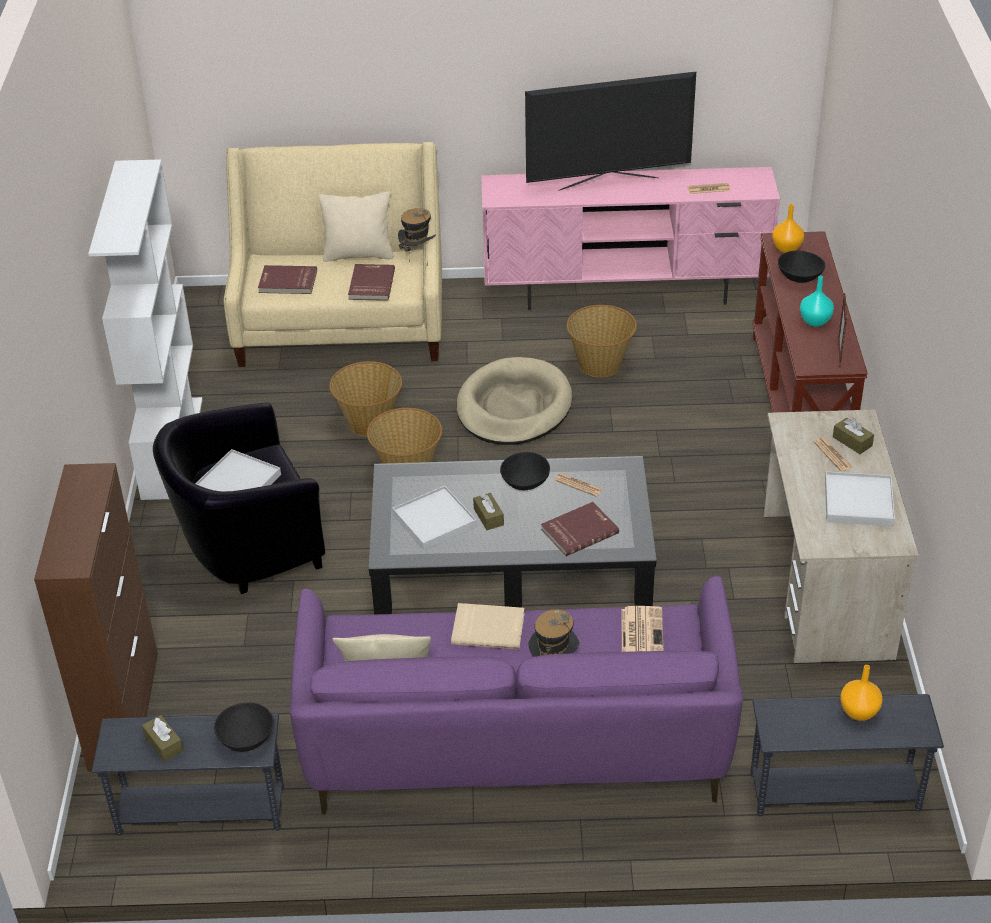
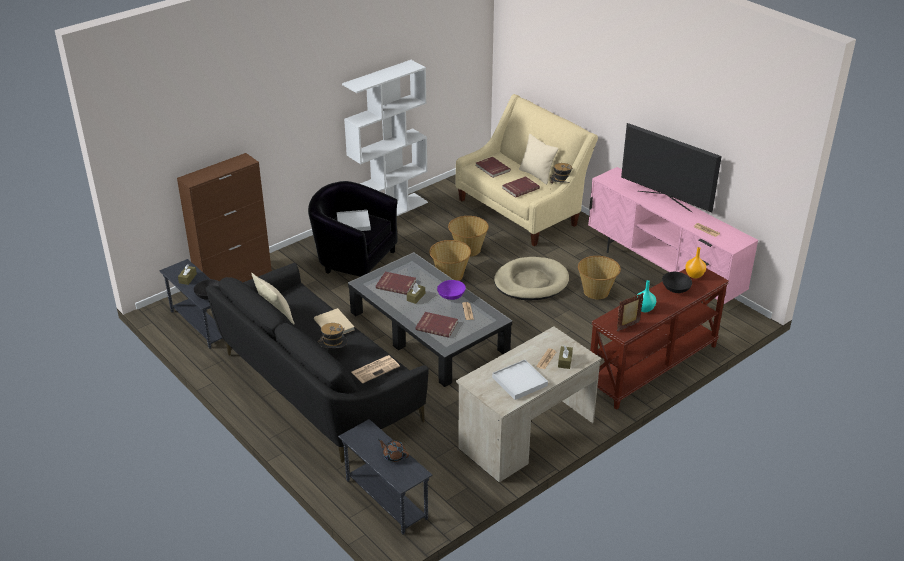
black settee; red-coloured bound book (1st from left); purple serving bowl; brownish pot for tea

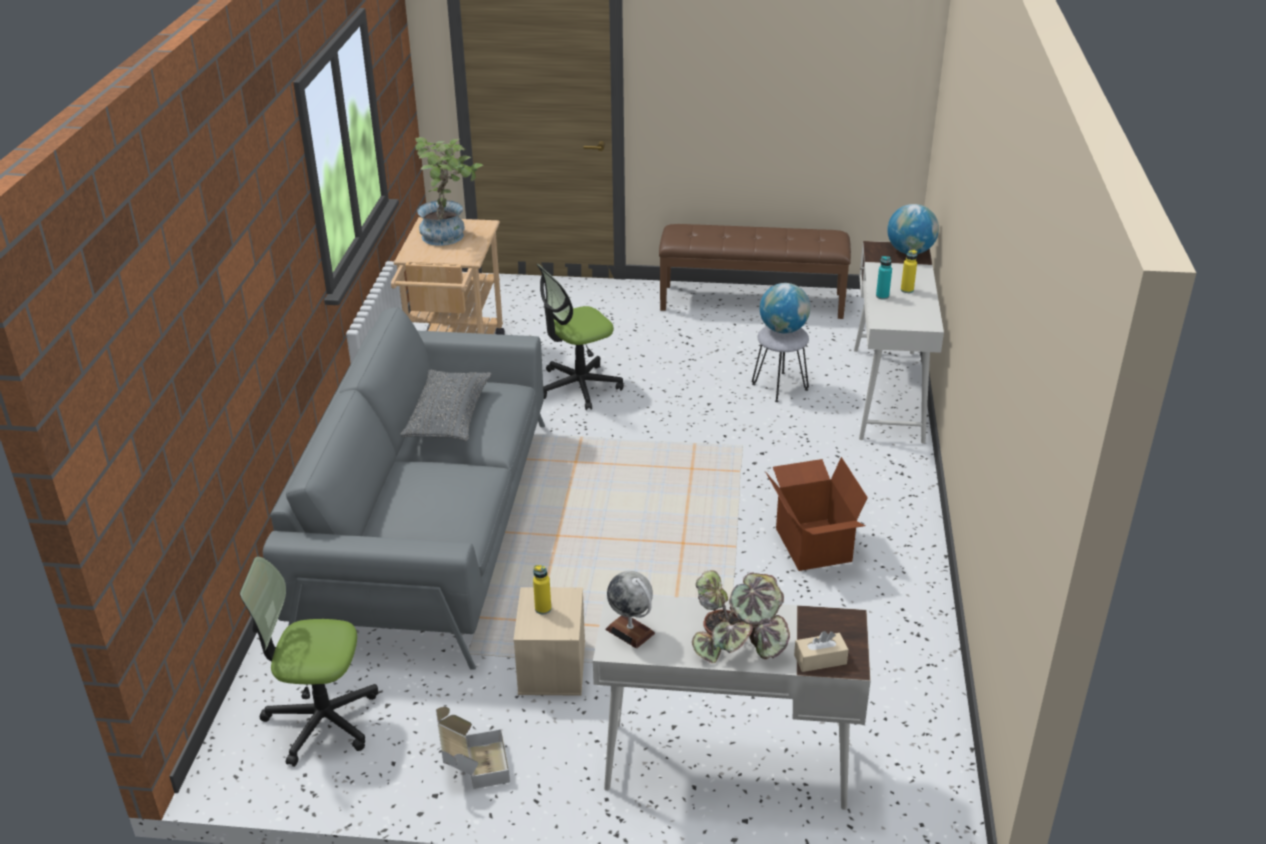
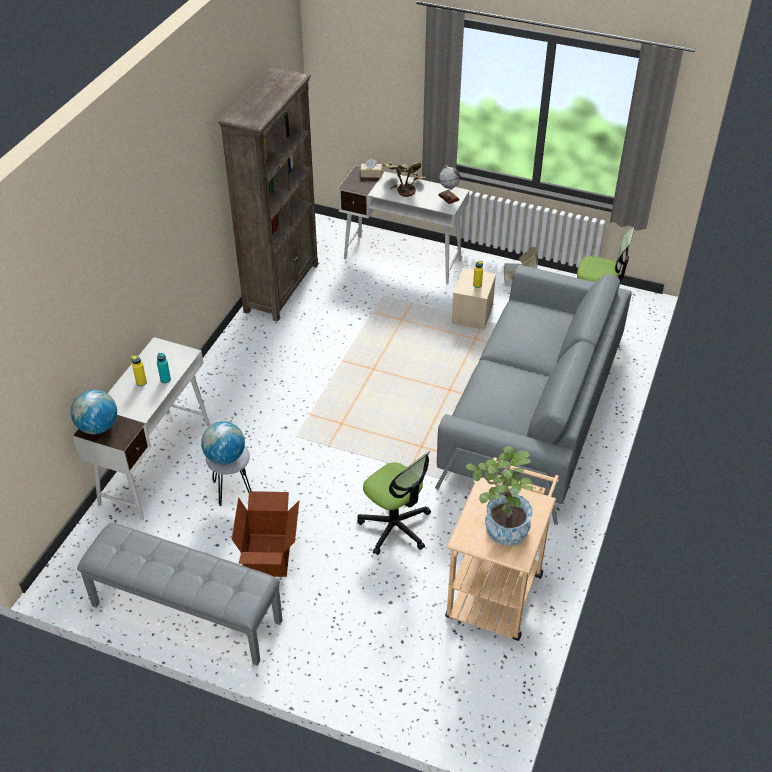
greyish throw pillow; desk chair (1st from left); greyish long seat; packing box (1st from left); brownish shelving unit

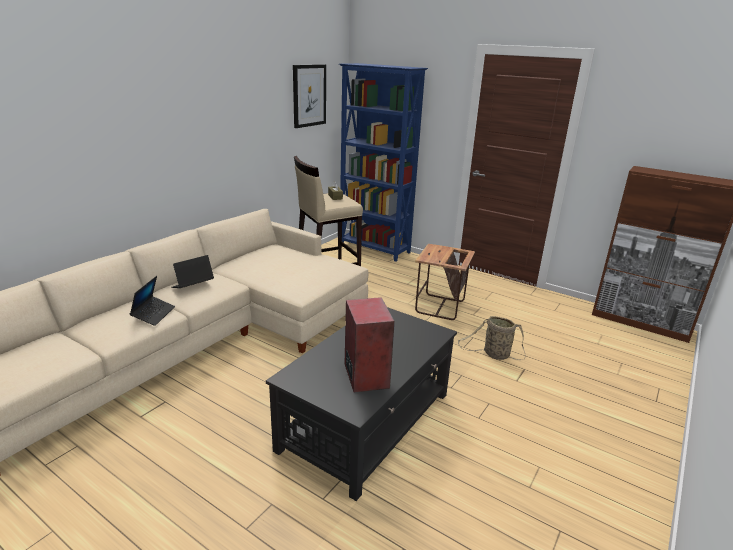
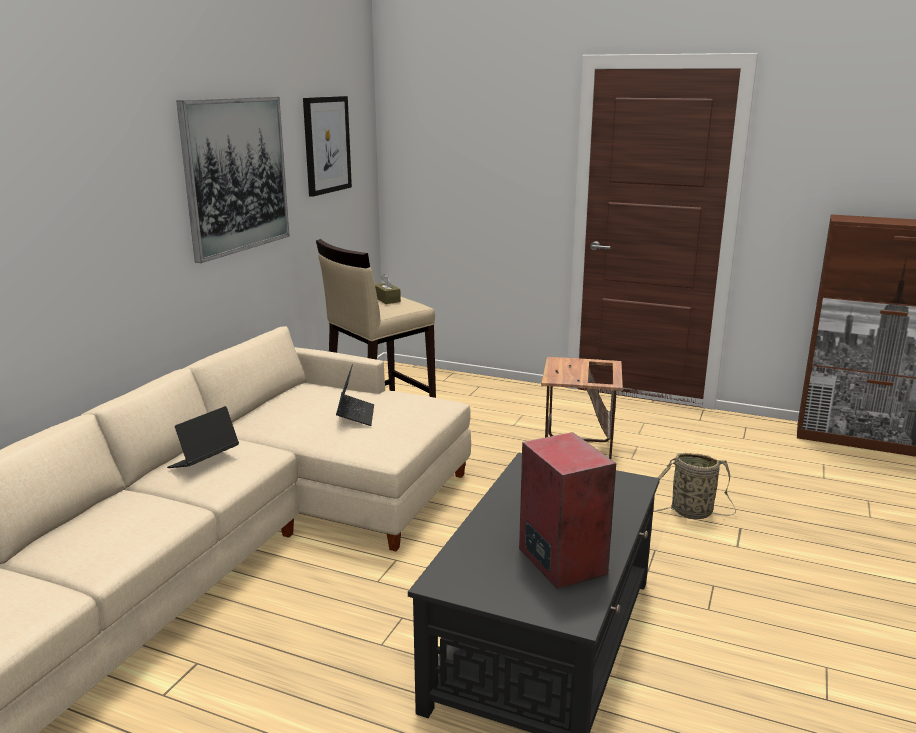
portable computer (2nd from left); blue shelving unit; wall art (1st from left)

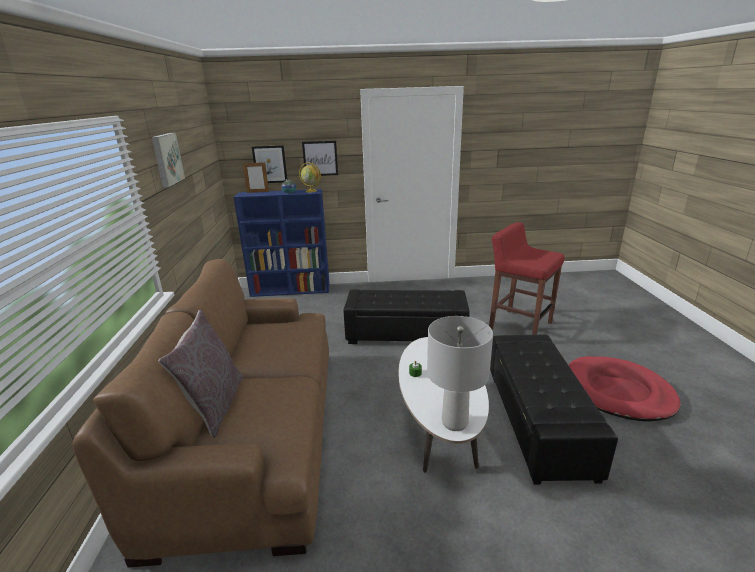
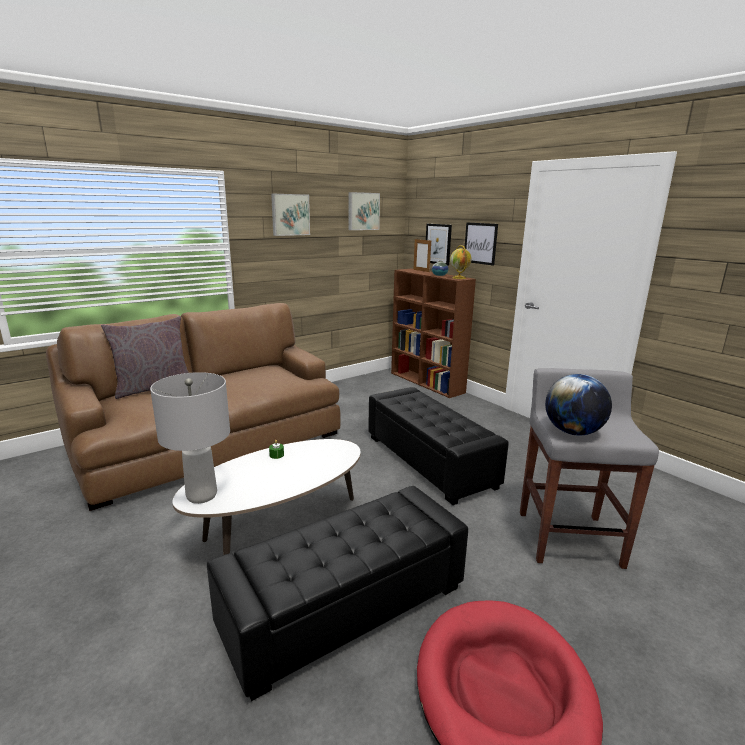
brownish shelving unit; greyish sitting stool; wall art (2nd from left); desk globe (2nd from left)

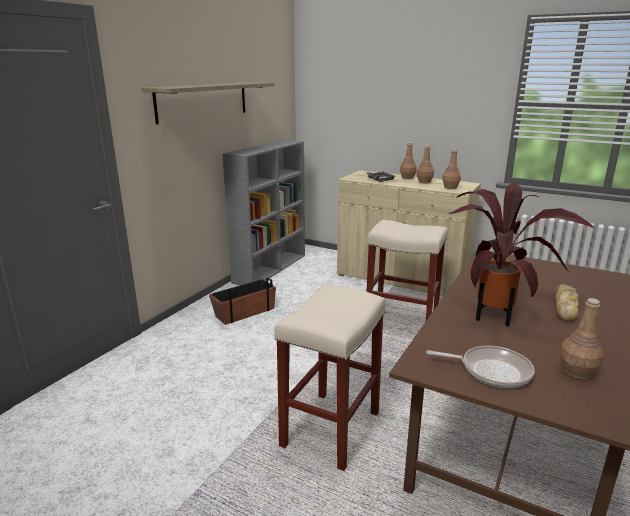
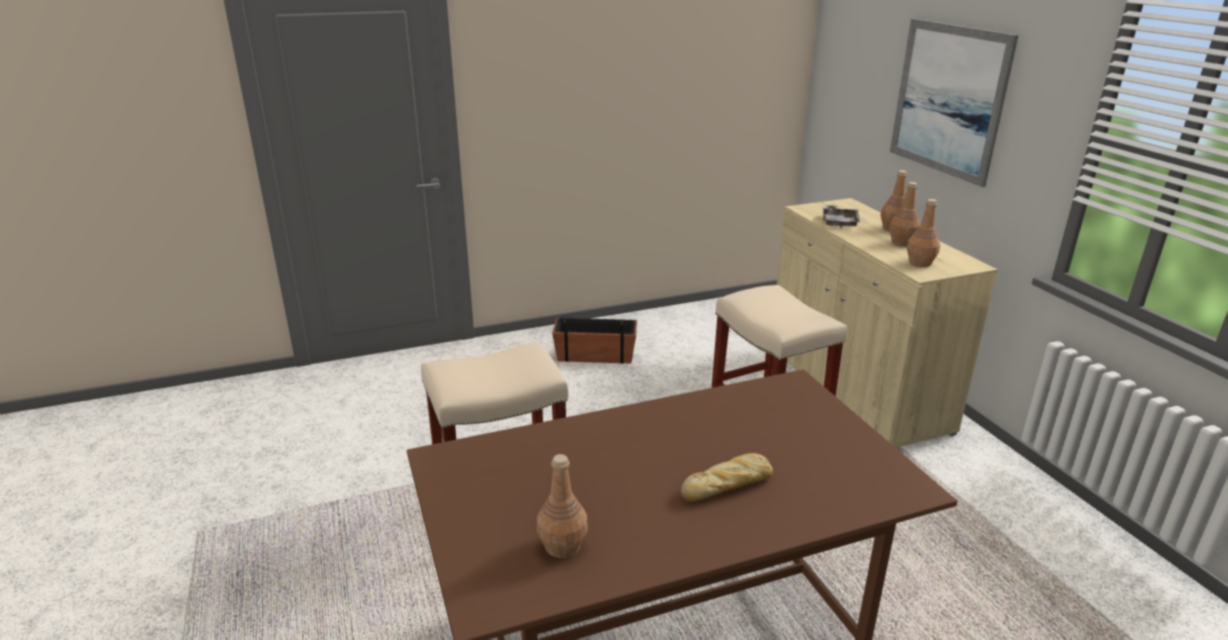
bracket shelf; greyish shelving unit; skillet; houseplant; wall art

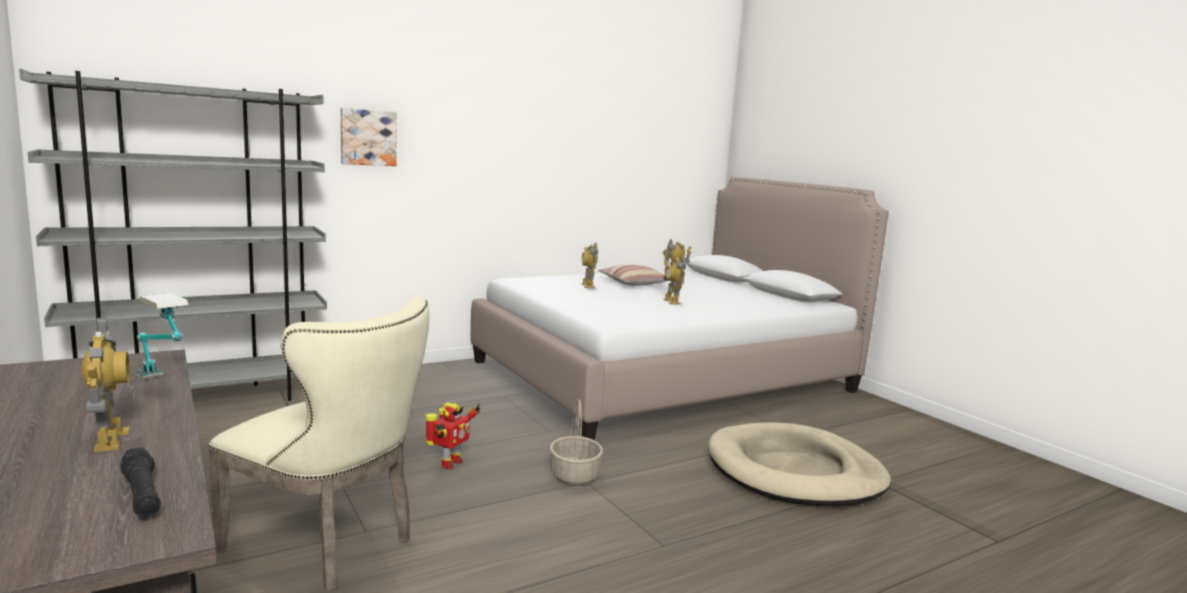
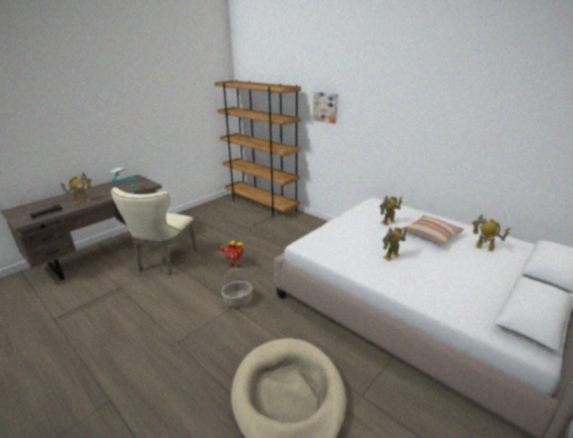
brownish shelving unit

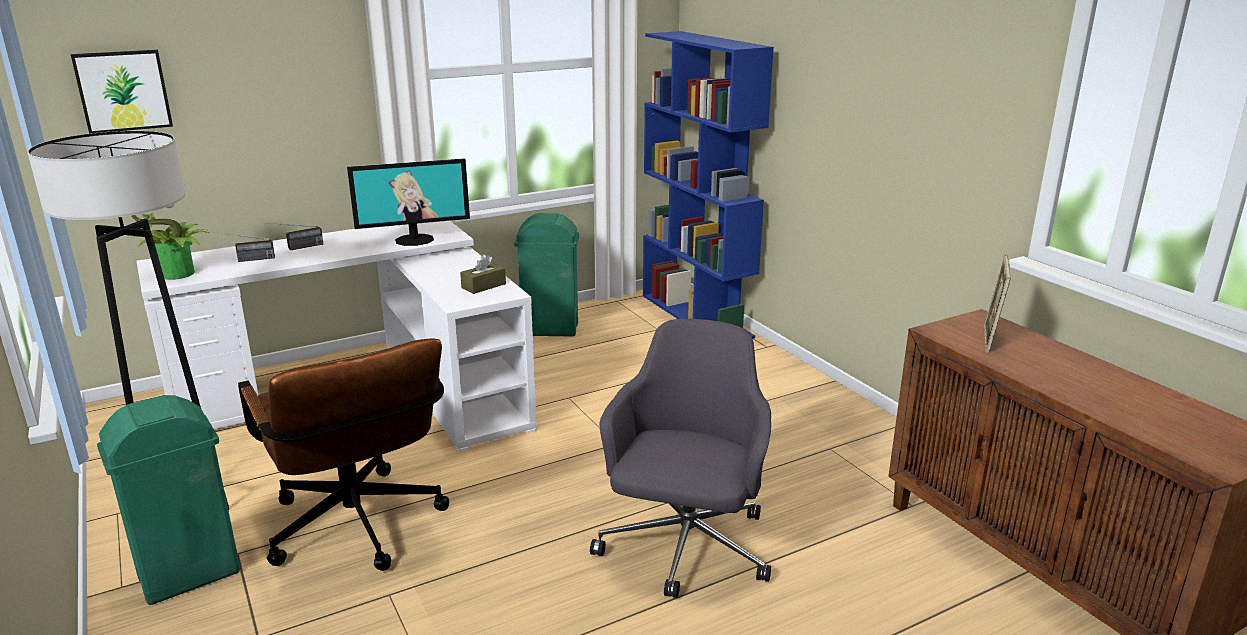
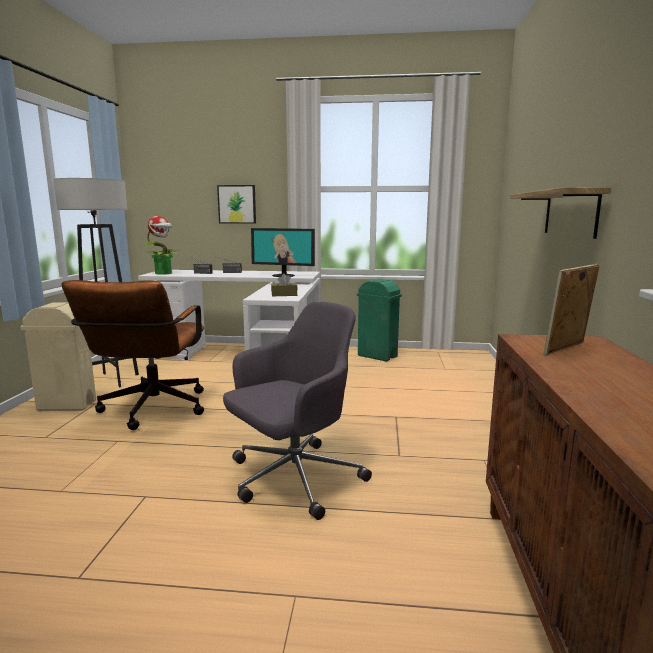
wall art; beige trash can; blue shelving unit; bracket shelf

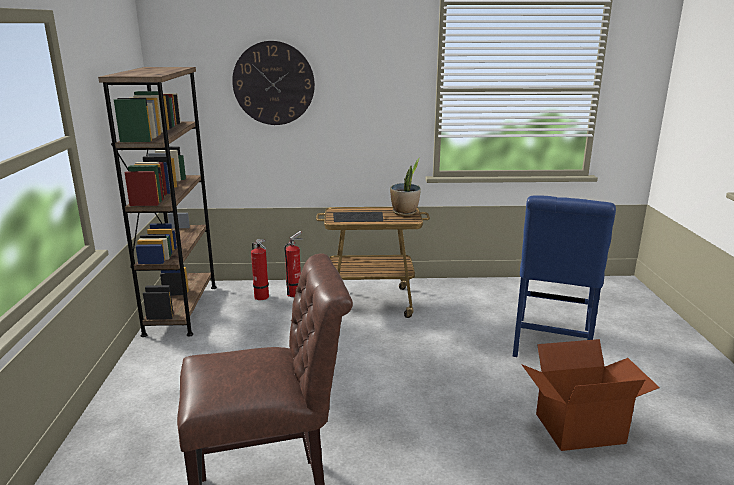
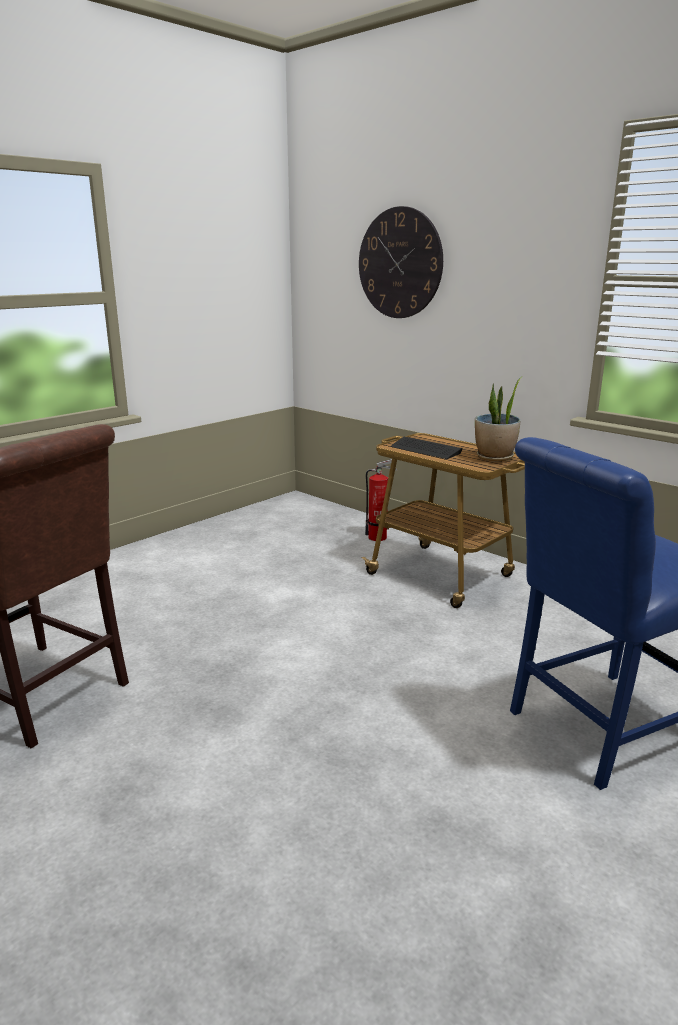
brownish shelving unit; fire extinguisher (1st from left in the first image); packing box

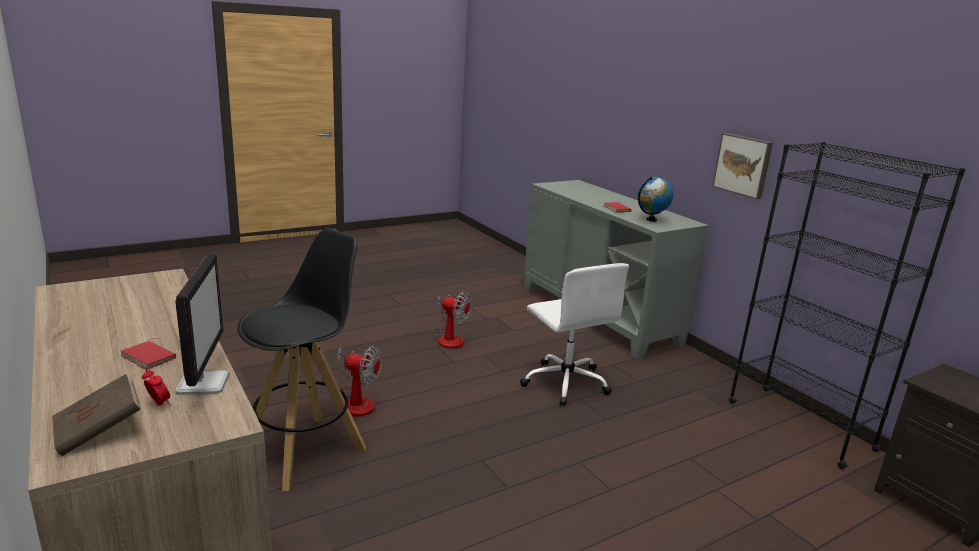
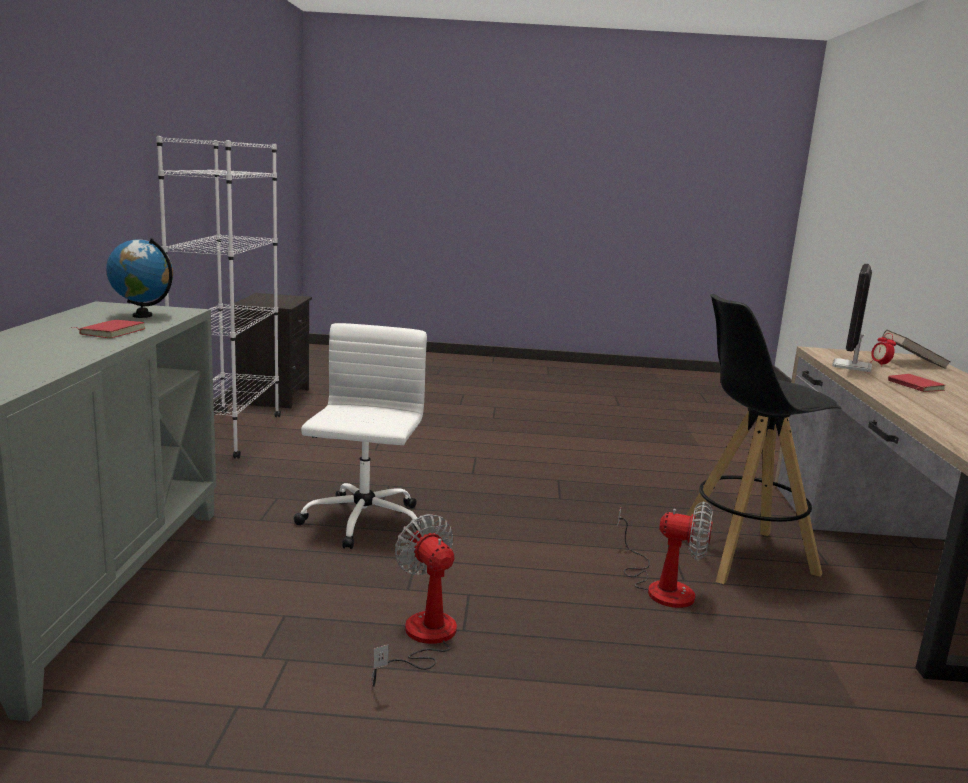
cooling fan (2nd from left); wall art; white-coloured shelving unit

